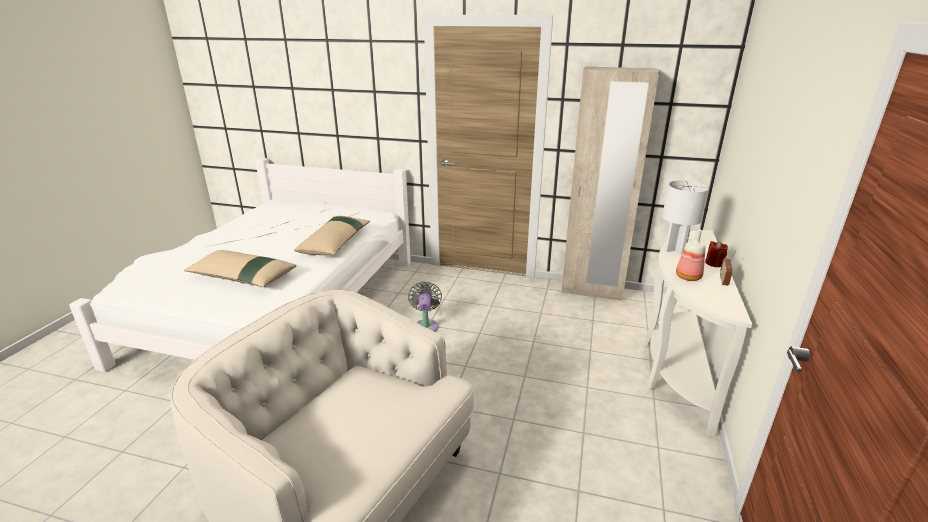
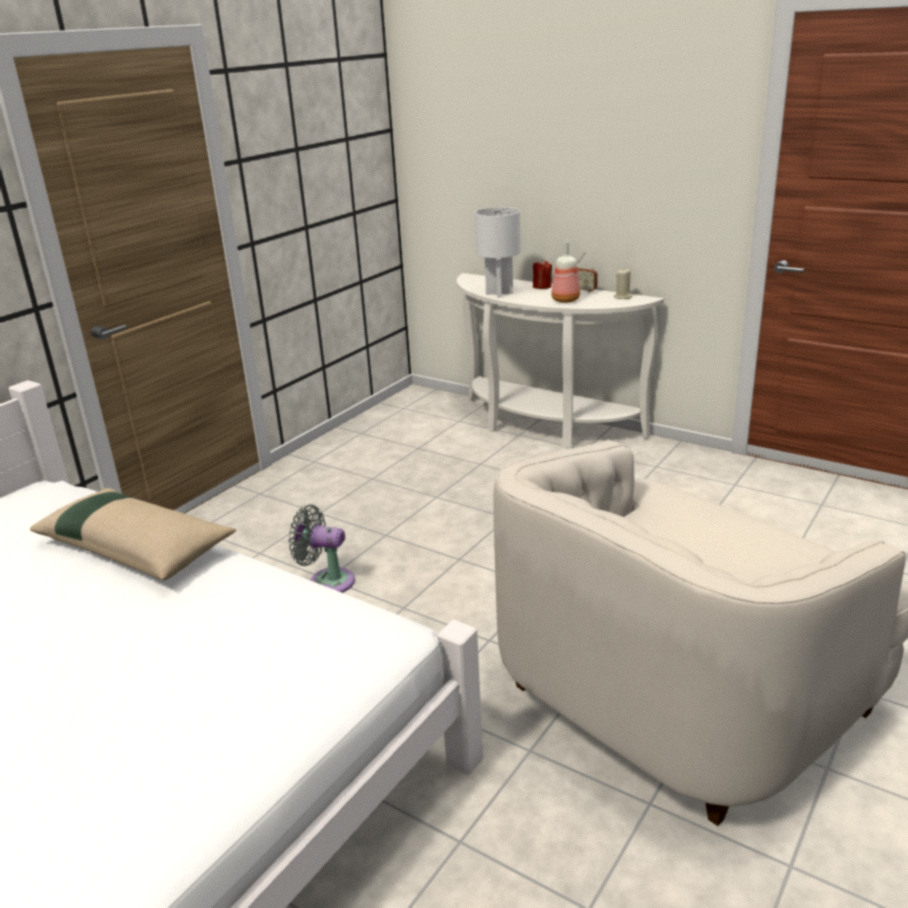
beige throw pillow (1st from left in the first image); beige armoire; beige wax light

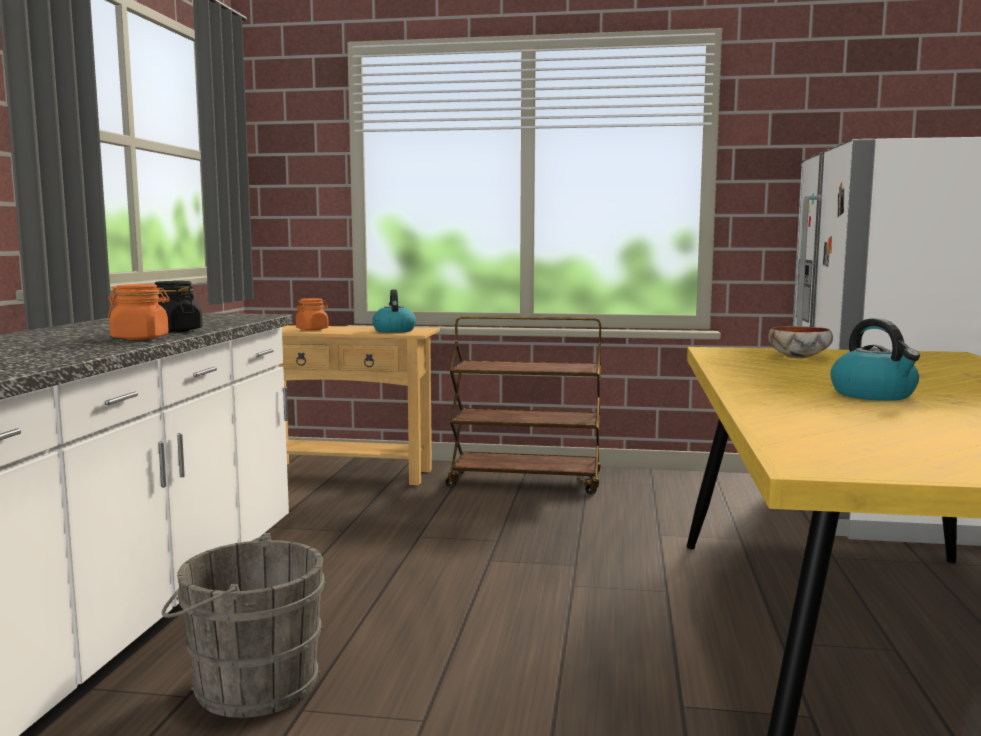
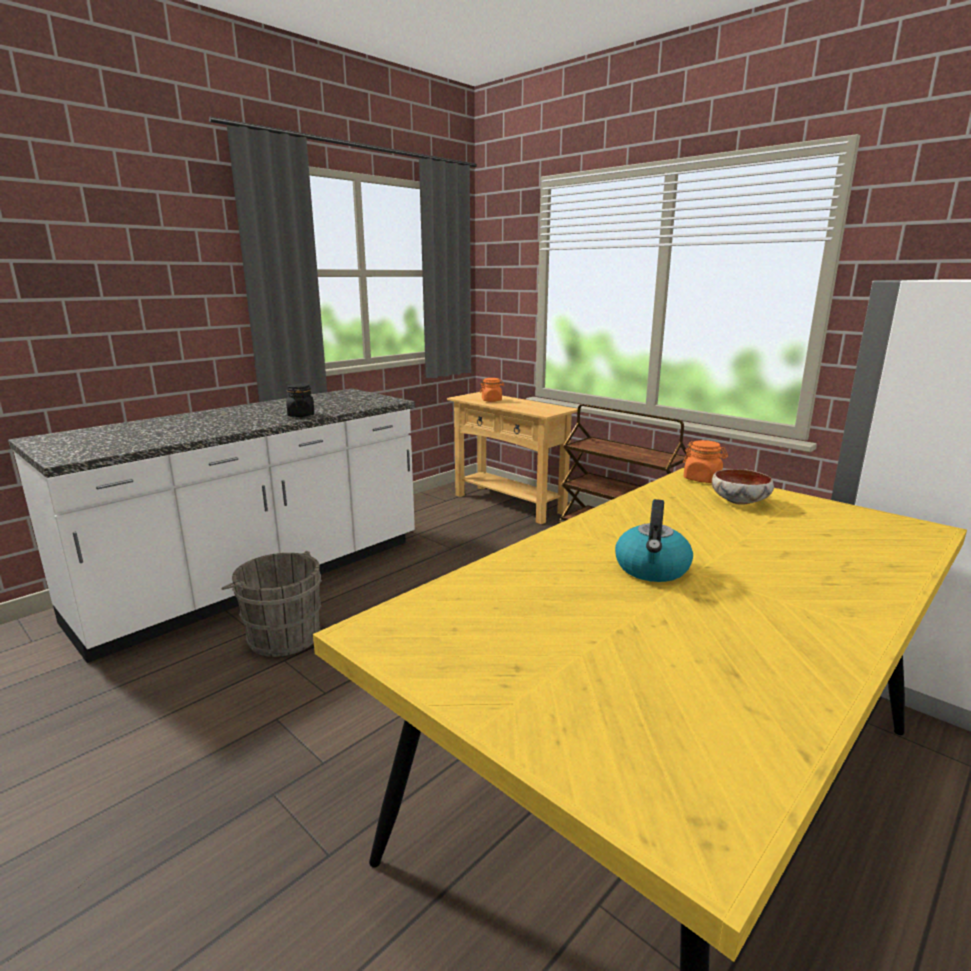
orange-coloured preserve jar (2nd from left); tea kettle (1st from left in the first image)

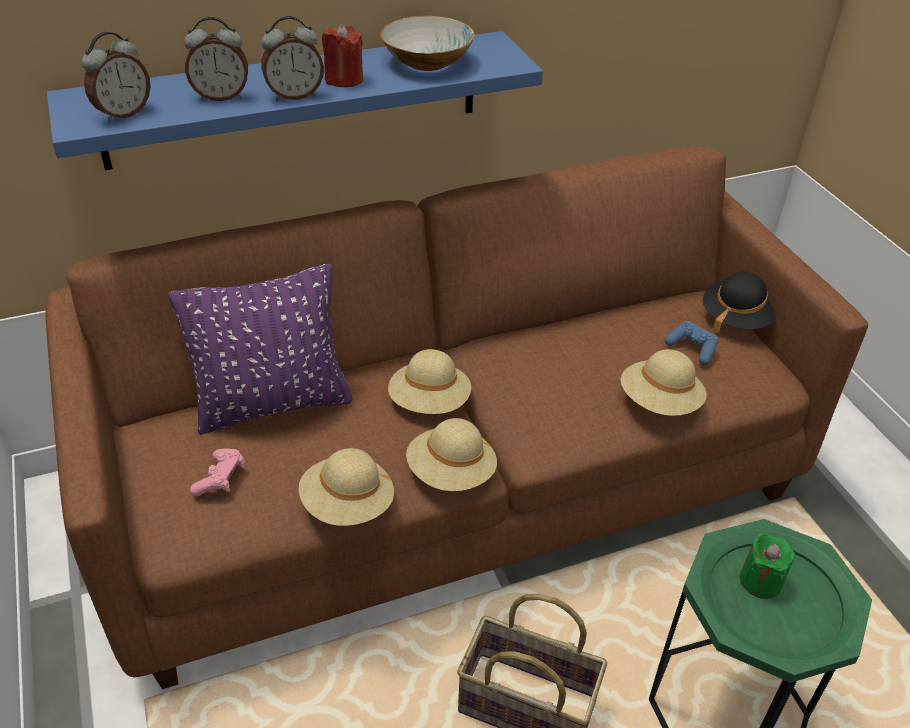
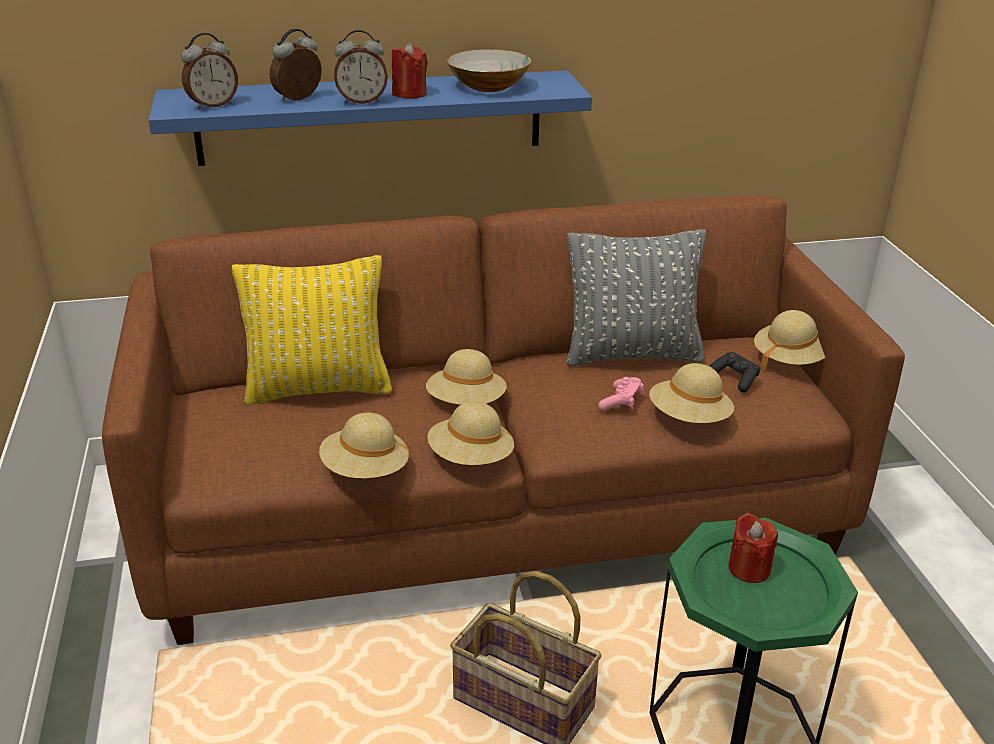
yellowish throw pillow; bedside clock (2nd from left); pink gamepad; black gamepad; beige hat (5th from left); red-coloured wax light (2nd from left); greyish throw pillow

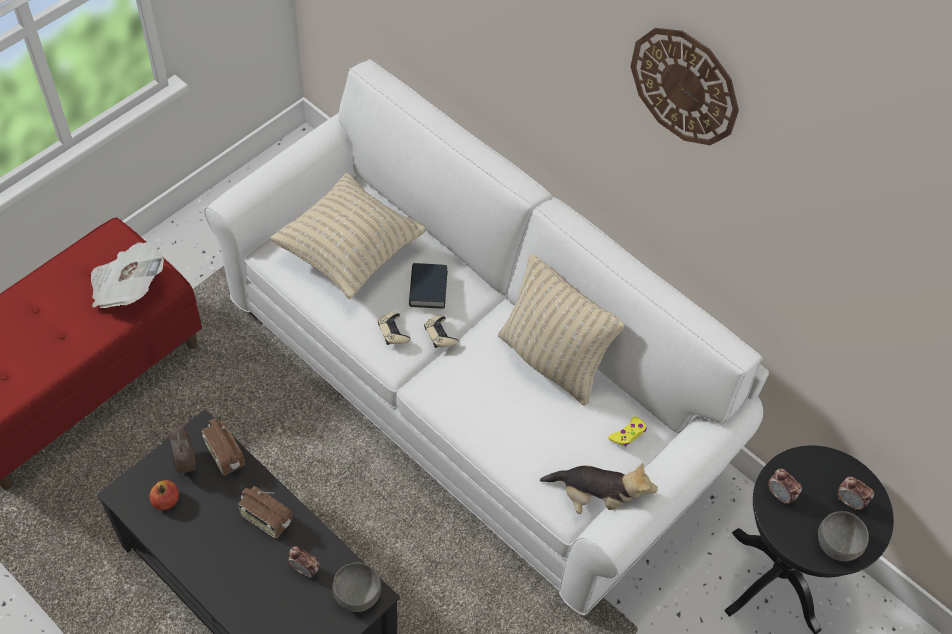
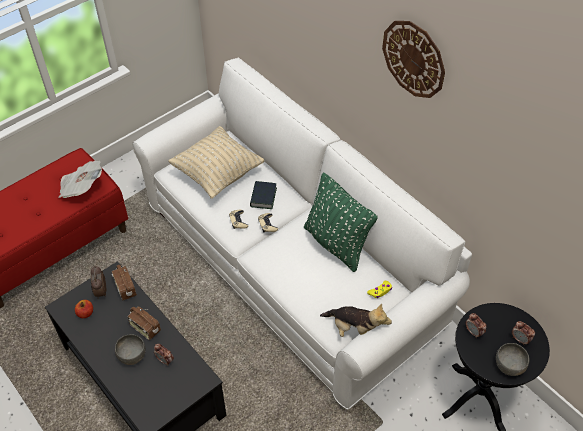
greyish serving bowl (1st from left); greenish throw pillow

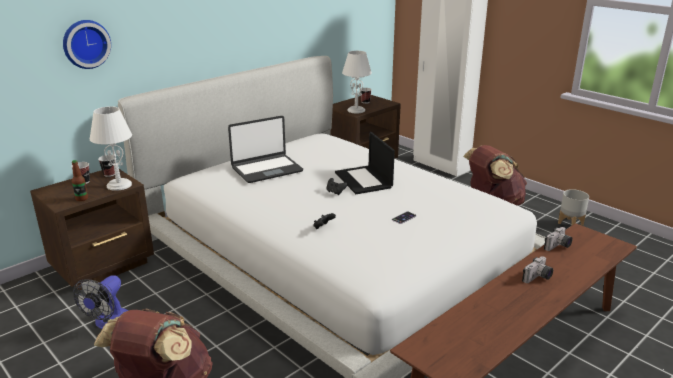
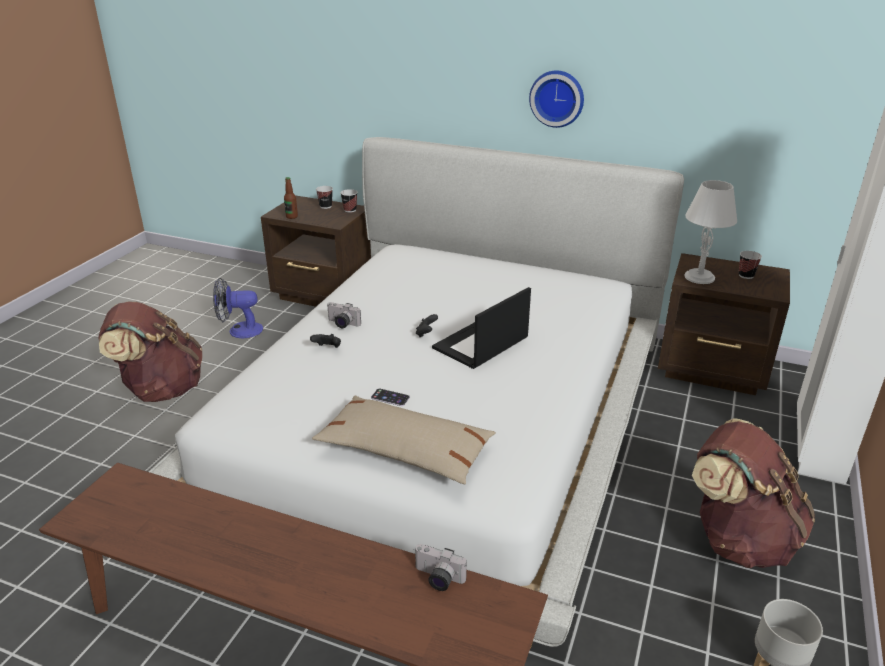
clock on the wall; white-coloured lamp for a table (1st from left in the first image); portable computer (1st from left in the first image); photo camera (1st from left); beige throw pillow

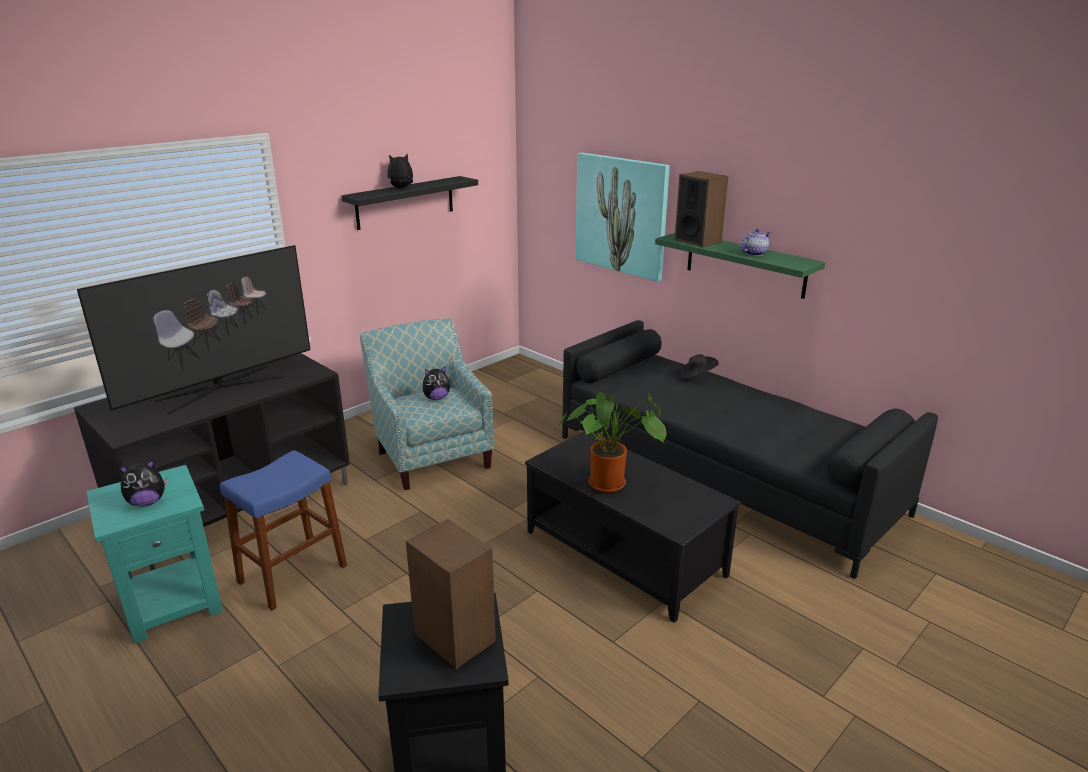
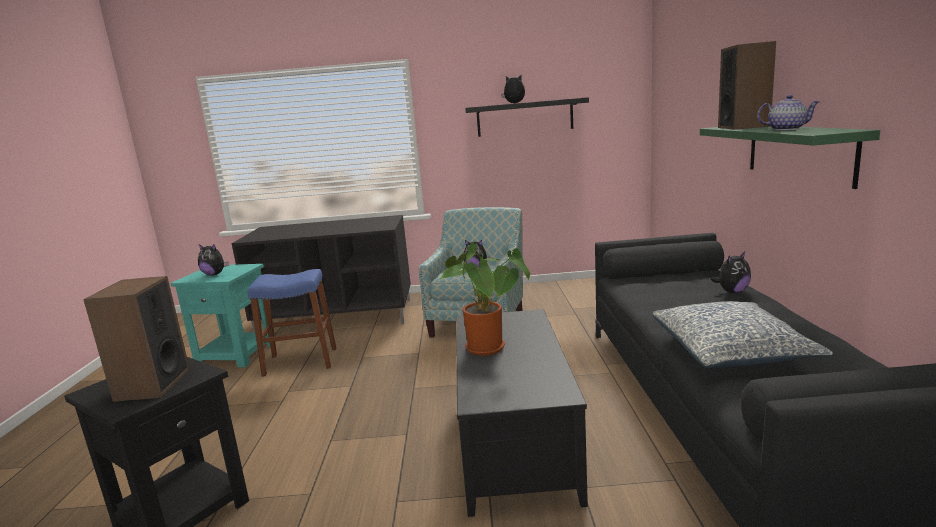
television; wall art; soft toy (4th from left); throw pillow

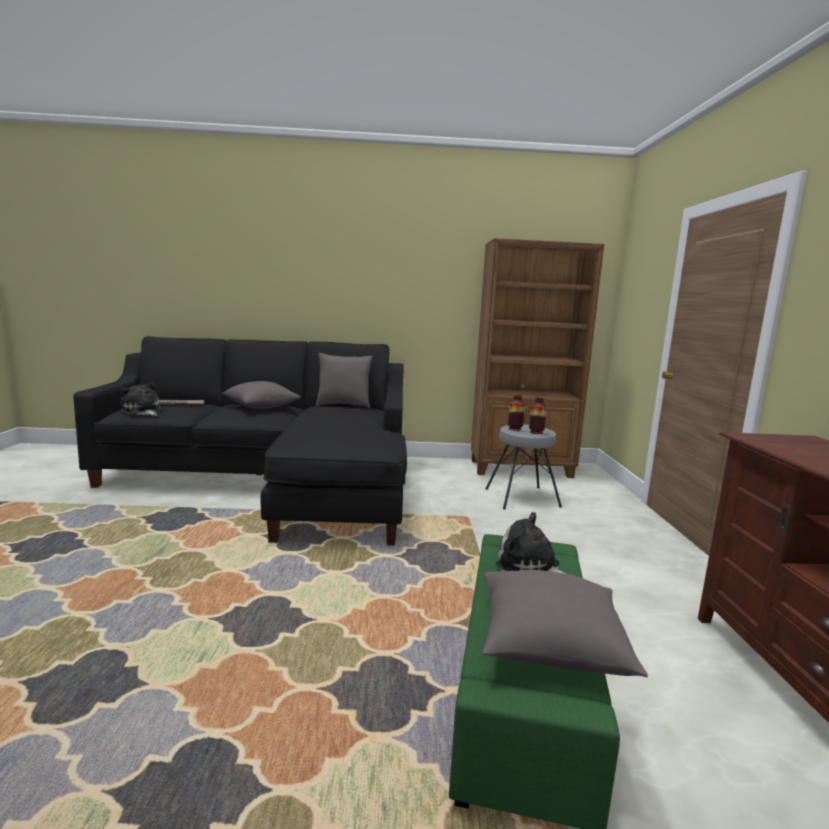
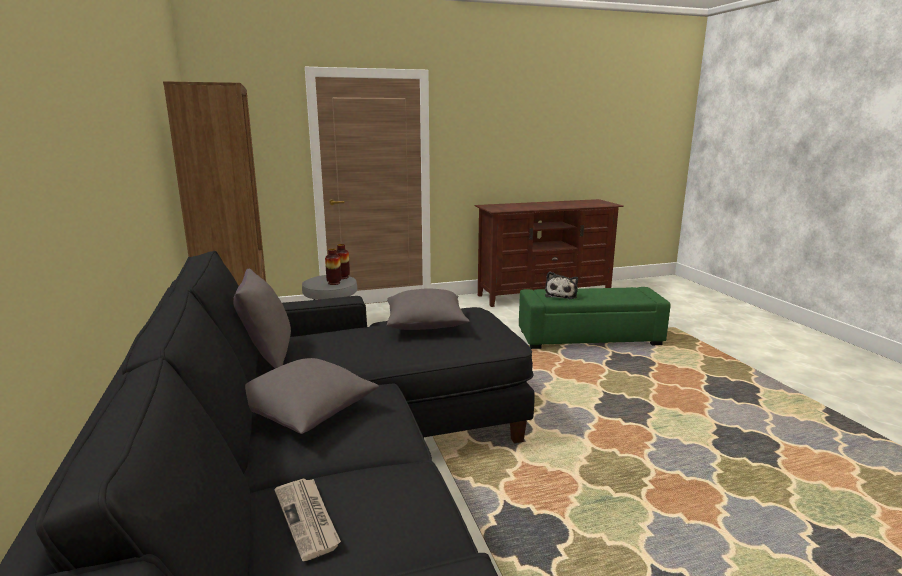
soft toy (1st from left in the first image); greyish throw pillow (3rd from left)

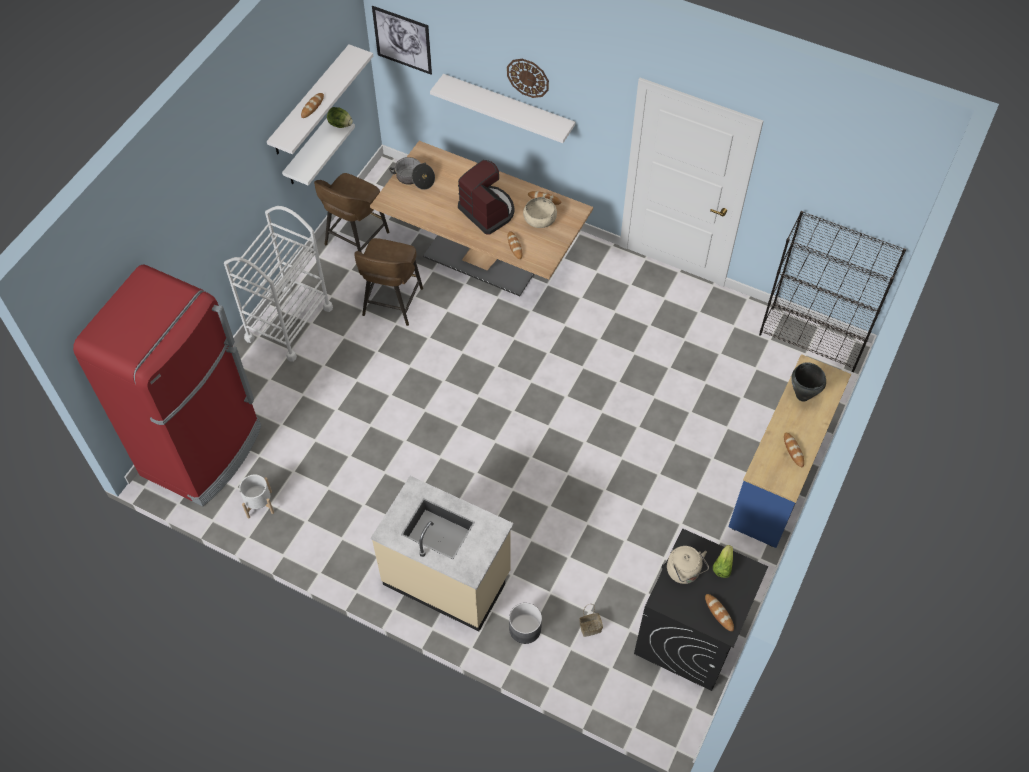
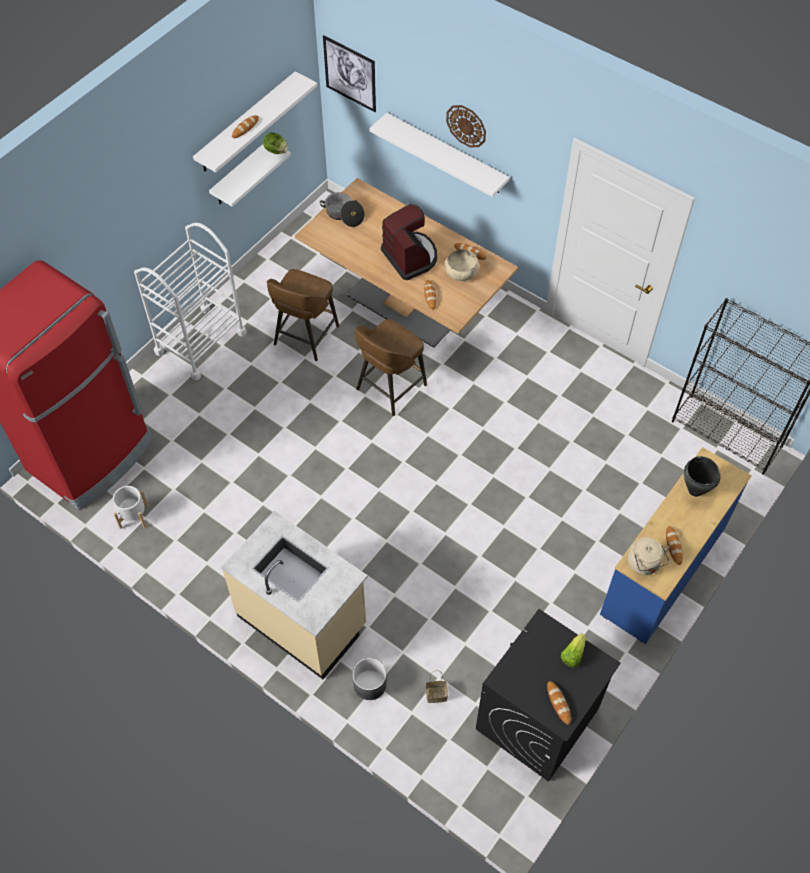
brownish sitting stool (2nd from left); beige tea kettle

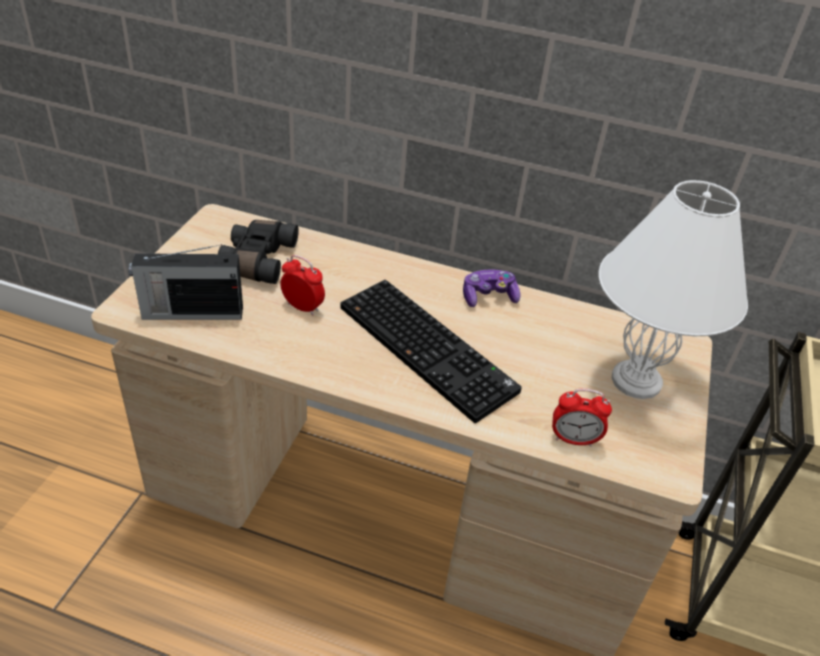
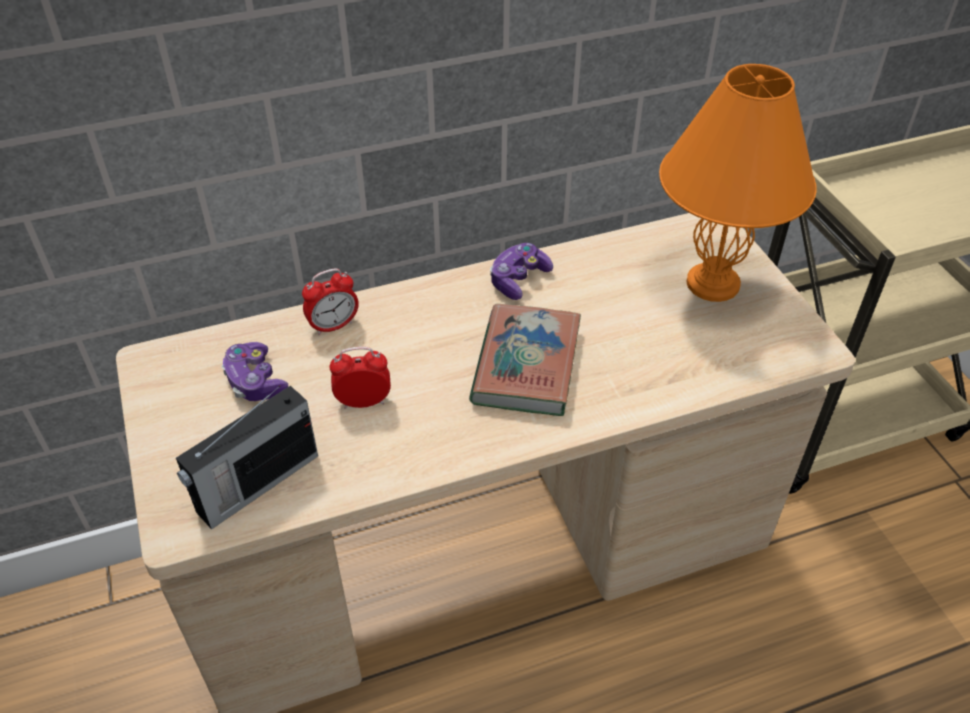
gamepad (1st from left); bound book; bedside clock (1st from left); orange-coloured lamp for a table

